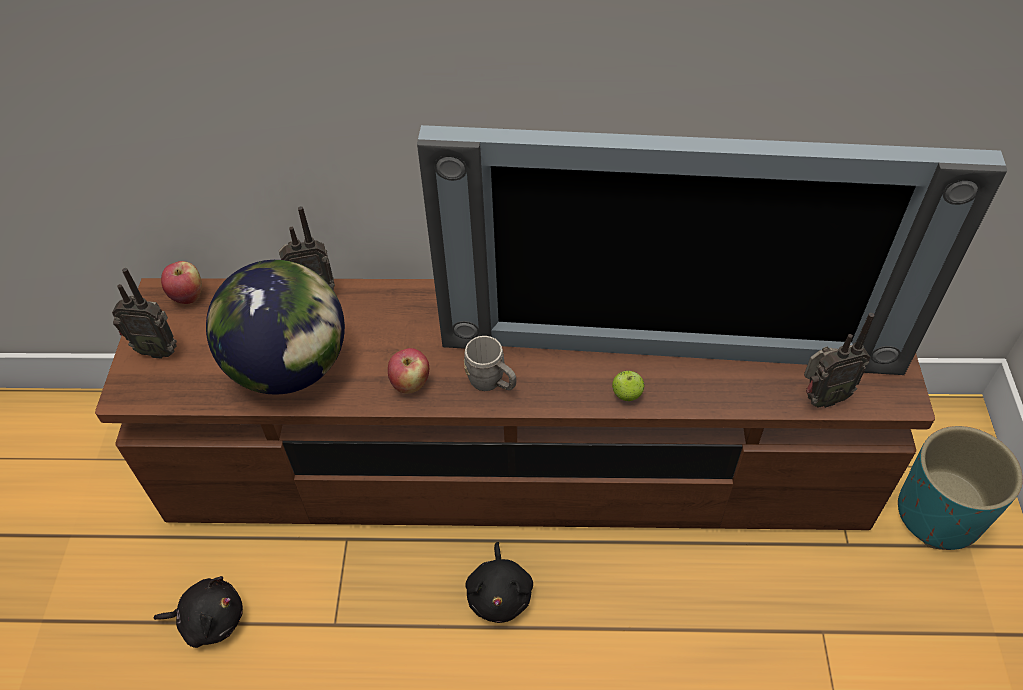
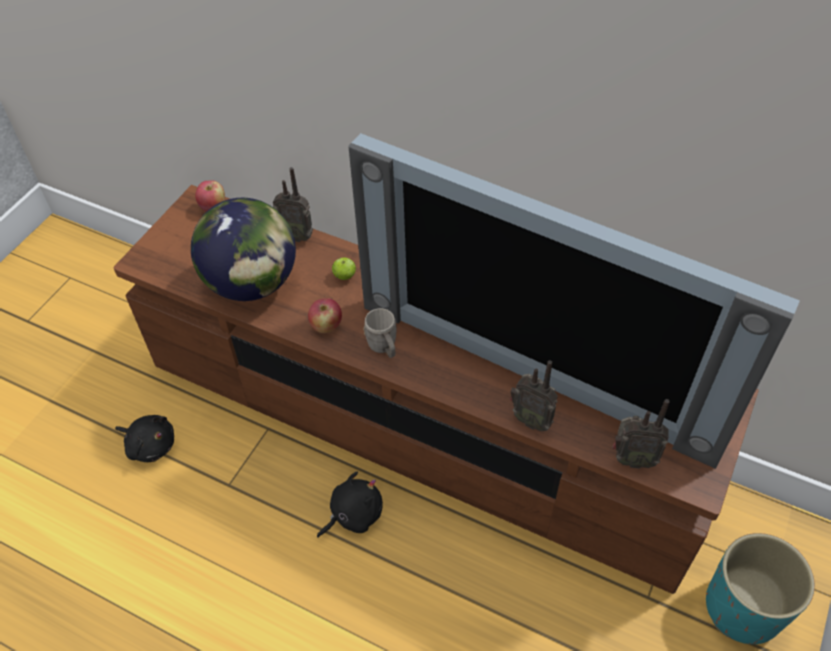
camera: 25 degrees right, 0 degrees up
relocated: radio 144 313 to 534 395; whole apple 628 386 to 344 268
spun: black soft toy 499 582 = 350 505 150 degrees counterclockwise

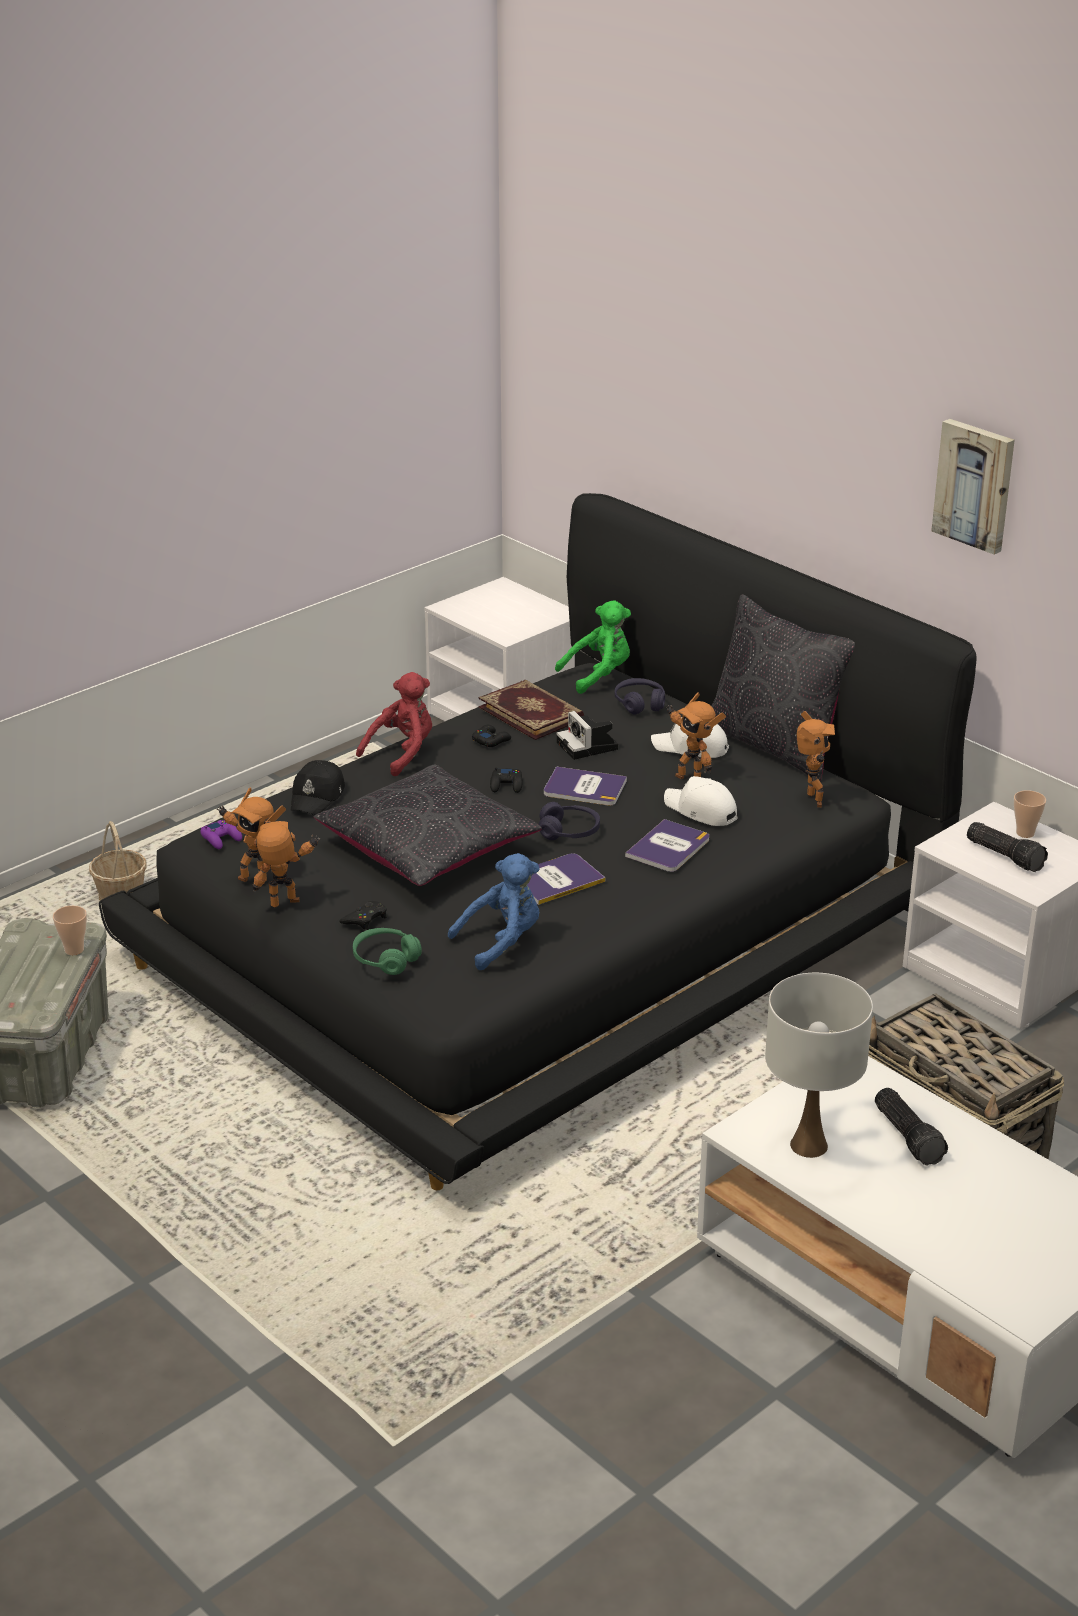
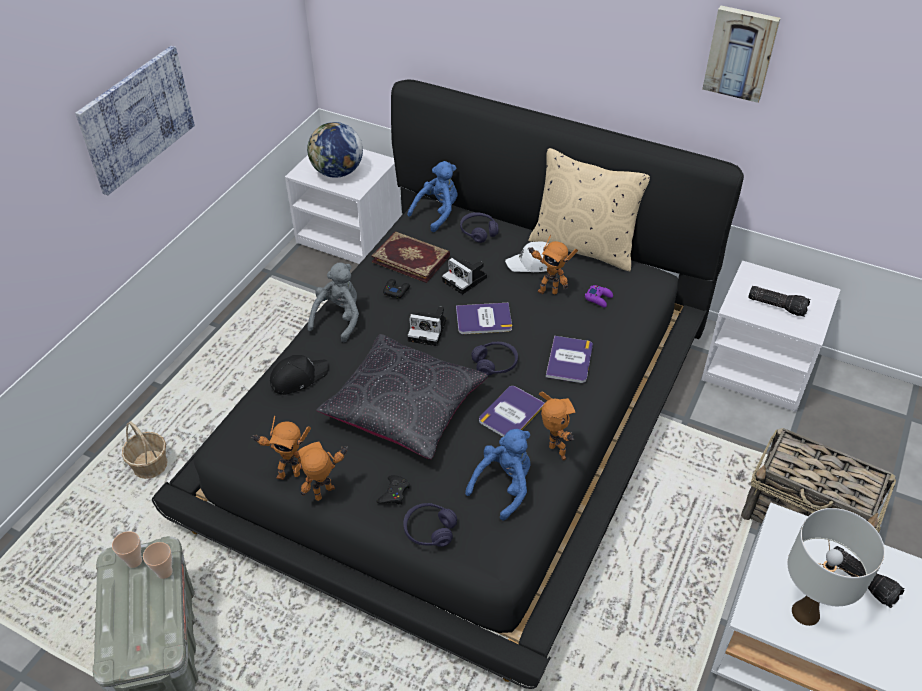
camera: 20 degrees left, 15 degrees up
missing: white cap 701 801
appeared: wall art 135 120; globe 335 150
relocated: purplish gamepad 221 834 to 599 296; toy robot 816 759 to 557 425; drinking cup 1030 814 to 127 549
exchanged: black gamepad 506 780 to photo camera 426 326
colour: green headset 387 951 to purplish headset 430 525; reddish soft toy 394 724 to gray soft toy 333 302; green soft toy 593 647 to blue-coloured soft toy 432 196; black pillow 783 687 to sand-coloured pillow 589 209
spun: black cap 318 787 = 299 375 120 degrees counterclockwise

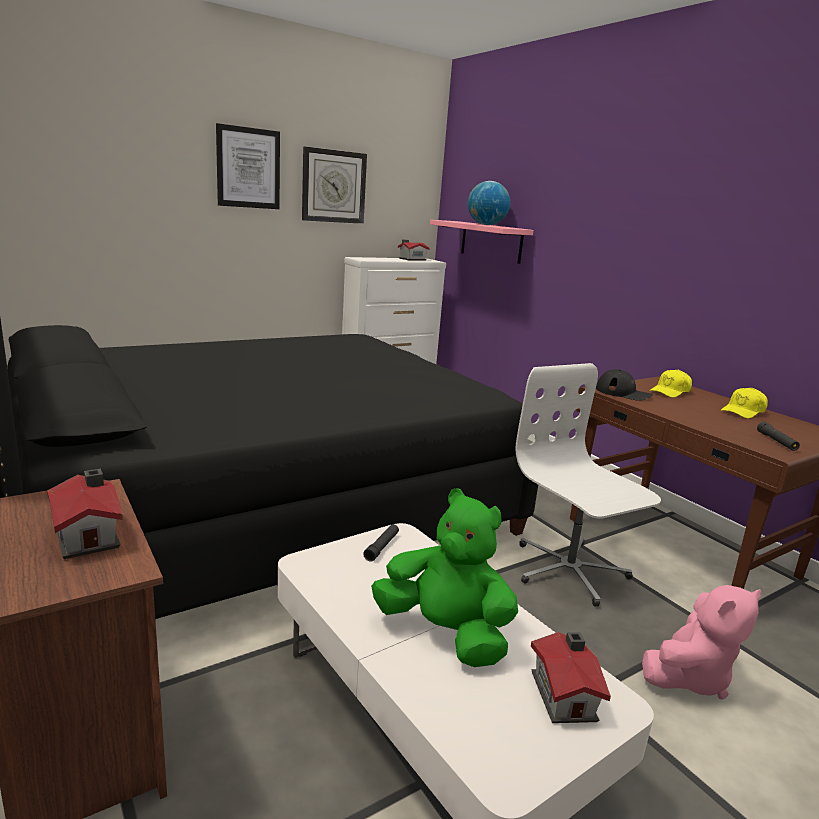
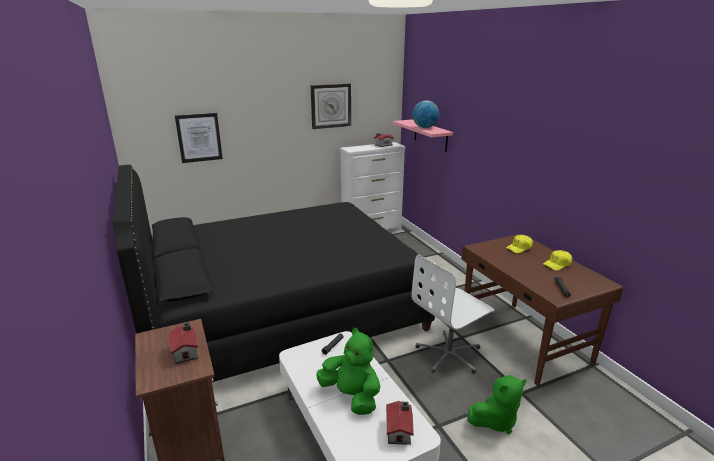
camera: 10 degrees right, 5 degrees up
missing: black cap 624 385
relocated: wall art 248 166 to 199 138
colour: pink soft toy 702 642 to green soft toy 496 404
spun: white desk chair 588 485 = 453 314 105 degrees counterclockwise

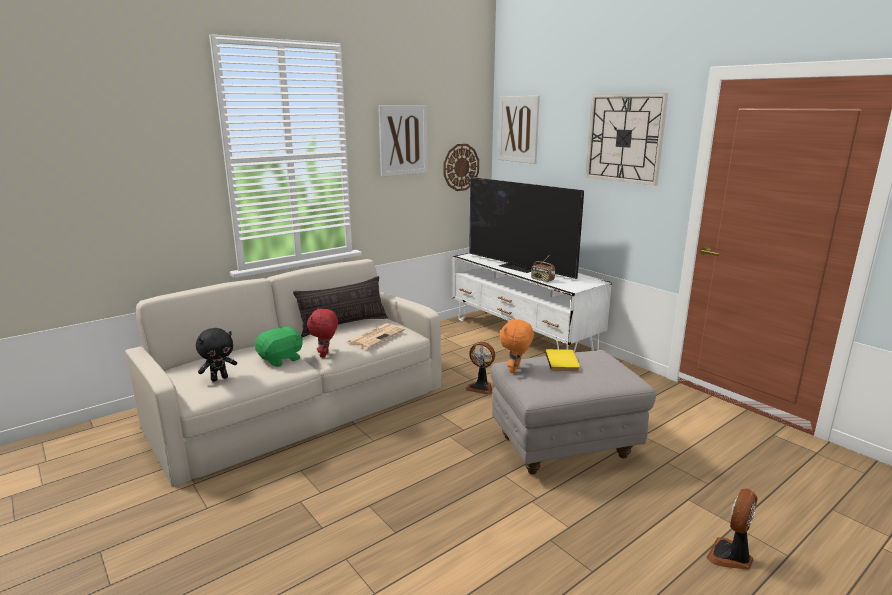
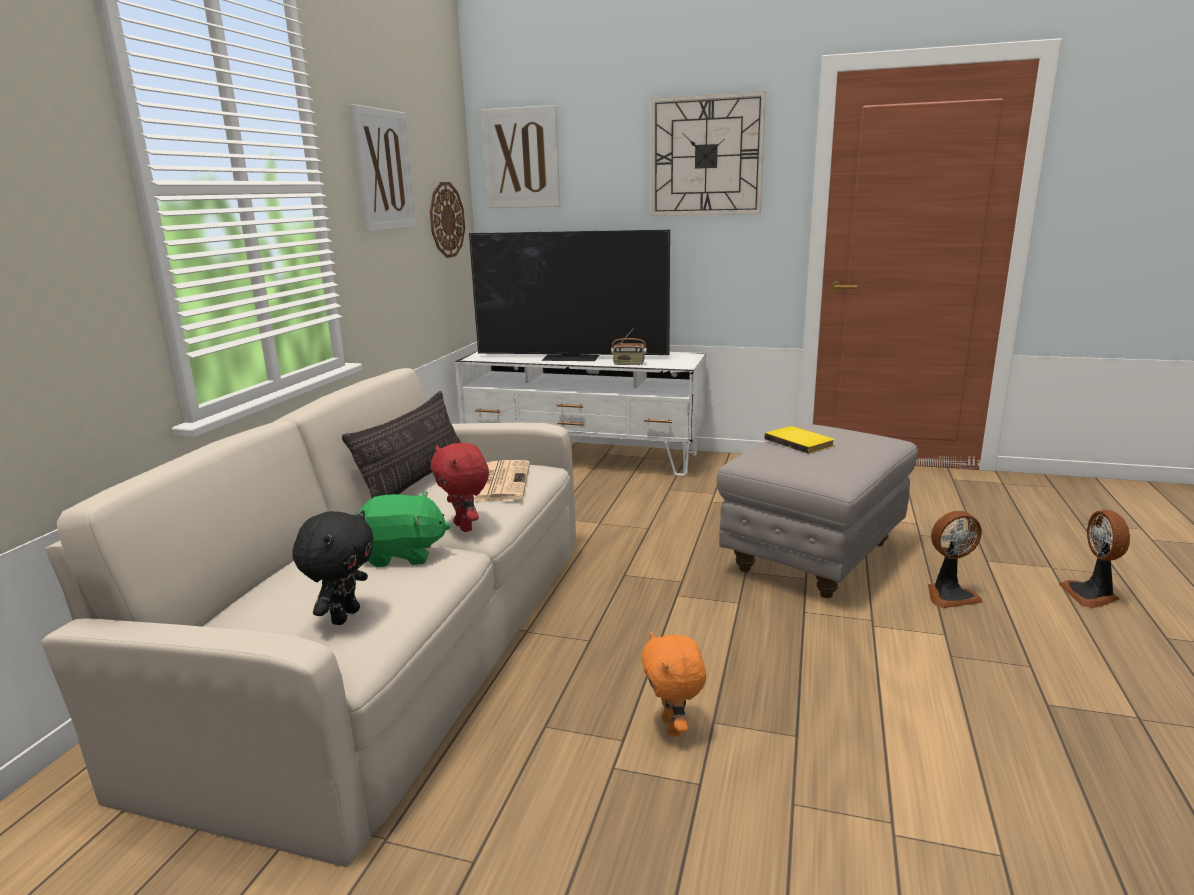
camera: 35 degrees left, 0 degrees up
relocated: cooling fan 480 368 to 955 559; orange soft toy 517 345 to 673 684
spun: green soft toy 279 346 = 404 529 75 degrees clockwise

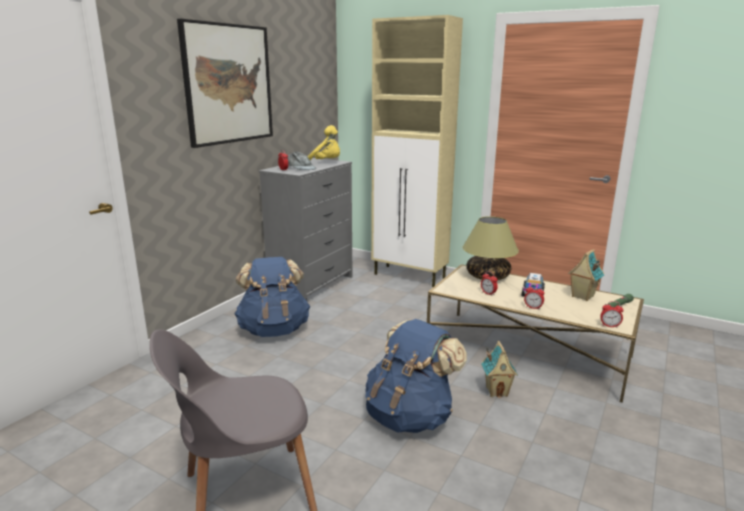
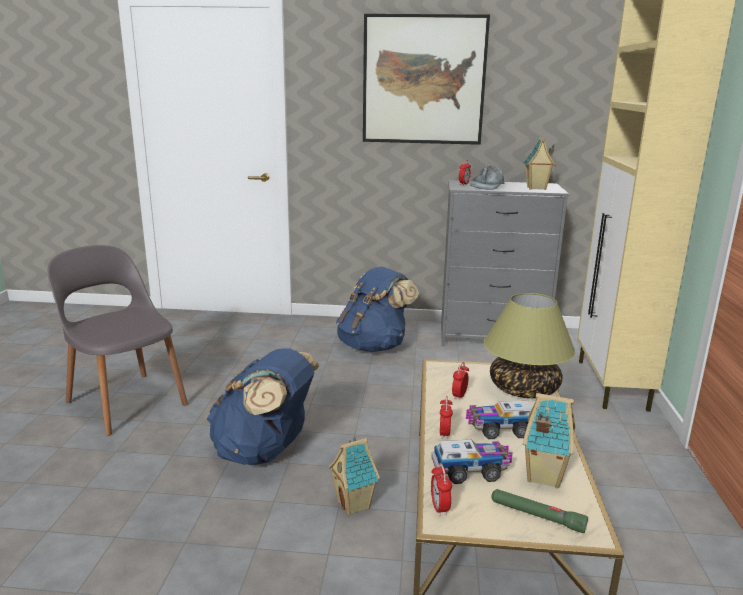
camera: 65 degrees right, 0 degrees up
appeared: toy truck 472 462
exchanged: yellow soft toy 323 142 to miniature house 539 163

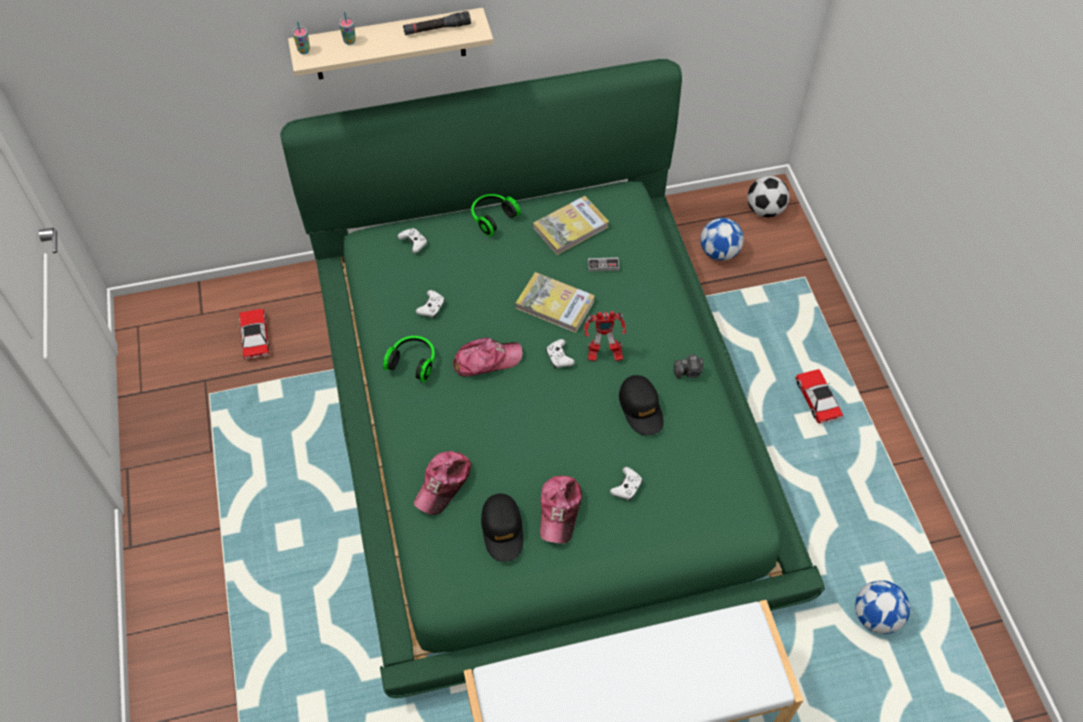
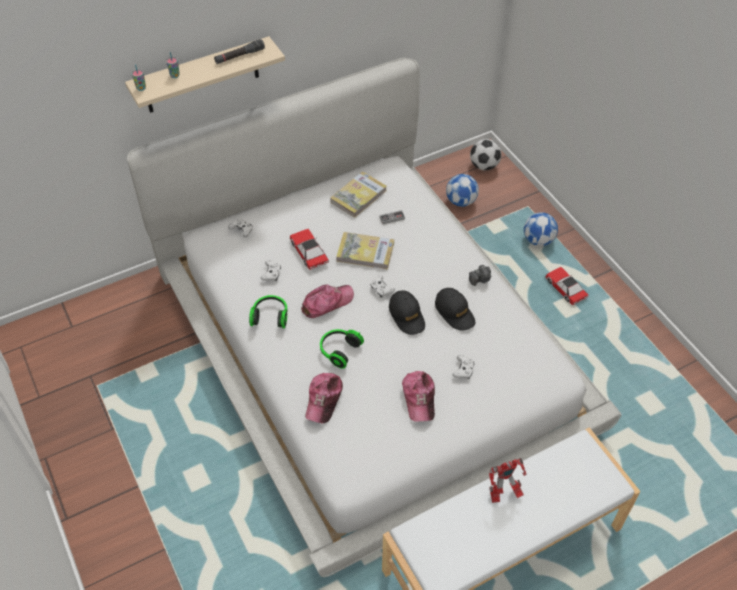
camera: 15 degrees left, 5 degrees down
relocated: miniature car 253 334 to 309 249; headset 496 215 to 342 349; black cap 502 528 to 407 313; toy robot 605 336 to 507 480; football 882 607 to 541 229
colour: green sleeping bed 552 378 to white sleeping bed 374 317

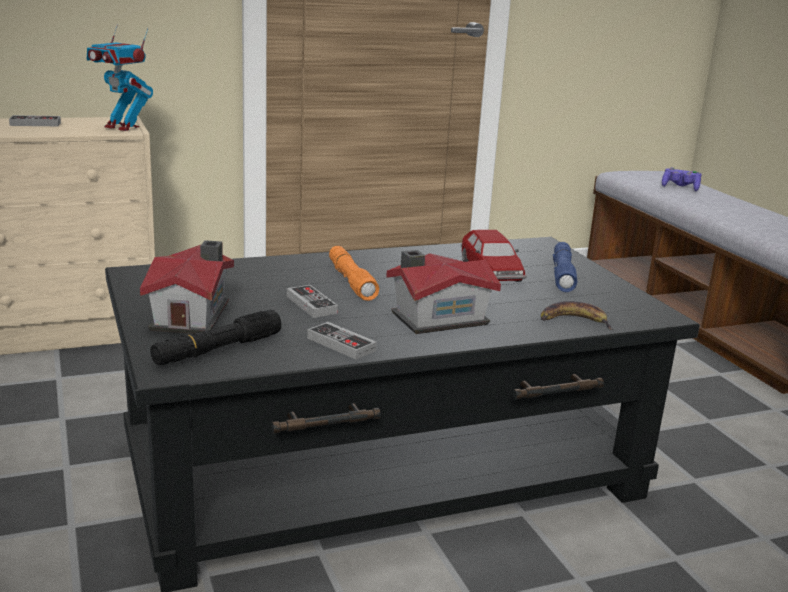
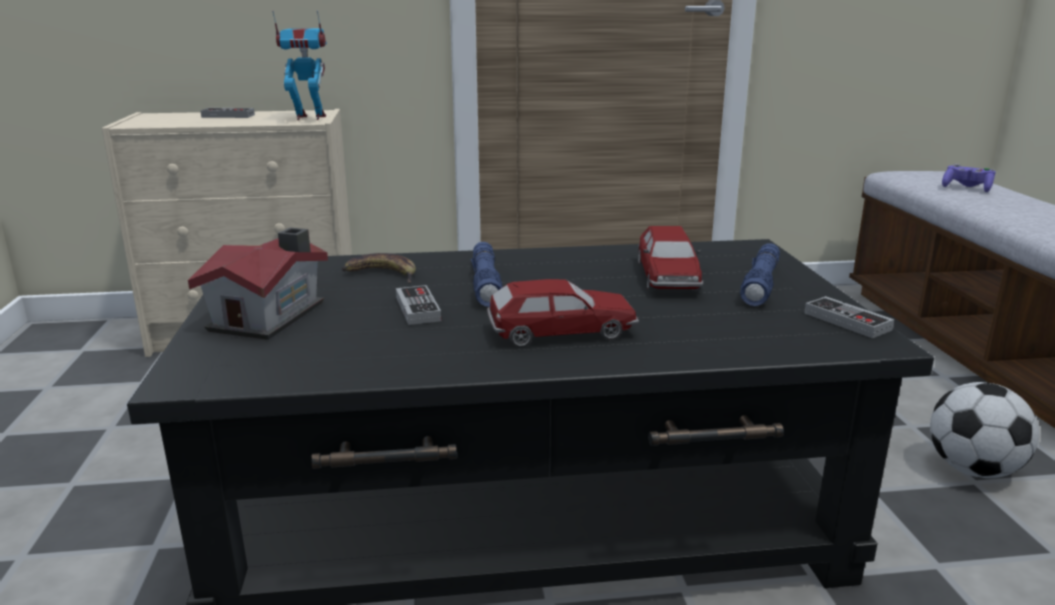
camera: 15 degrees right, 0 degrees up
missing: black hand torch 215 337
appeared: football 984 430
relocated: gamepad 342 340 to 849 317; banana fruit 577 315 to 379 268
exchanged: miniature house 443 292 to miniature car 563 313
colour: orange hand torch 354 273 to blue-coloured hand torch 487 274
spun: toy robot 120 77 = 299 65 135 degrees clockwise

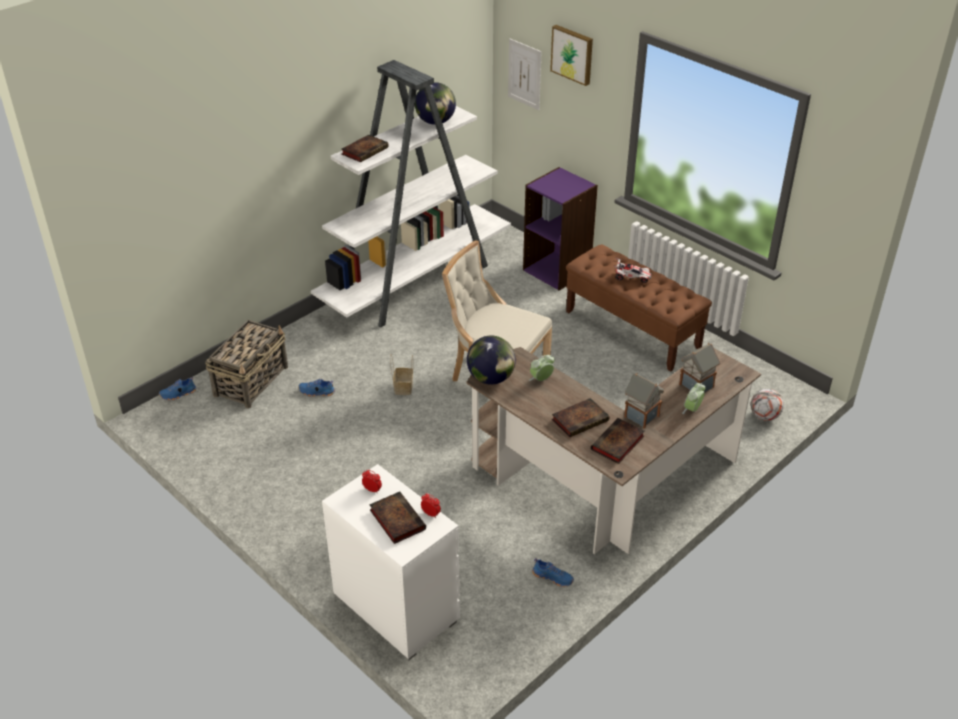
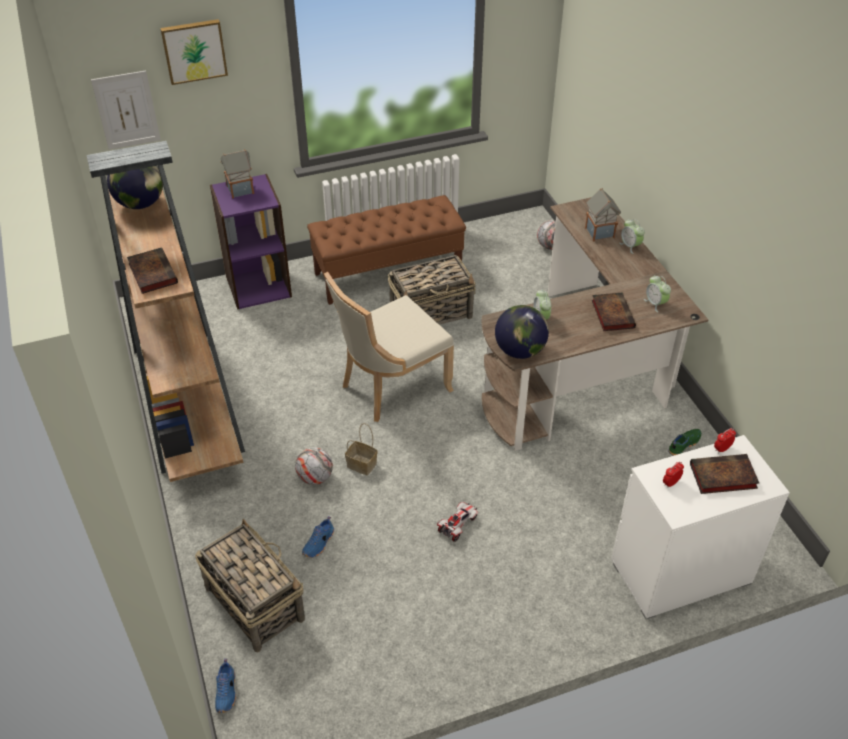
camera: 65 degrees left, 5 degrees up
appeared: football 314 466; household basket 432 290
relocated: miniature car 633 270 to 457 522; miniature house 644 401 to 237 174
exchanged: bound book 618 441 to table clock 657 293
colour: white shelving unit 411 194 to brown-coloured shelving unit 166 311; blue-coloured item of footwear 553 572 to green item of footwear 684 442

